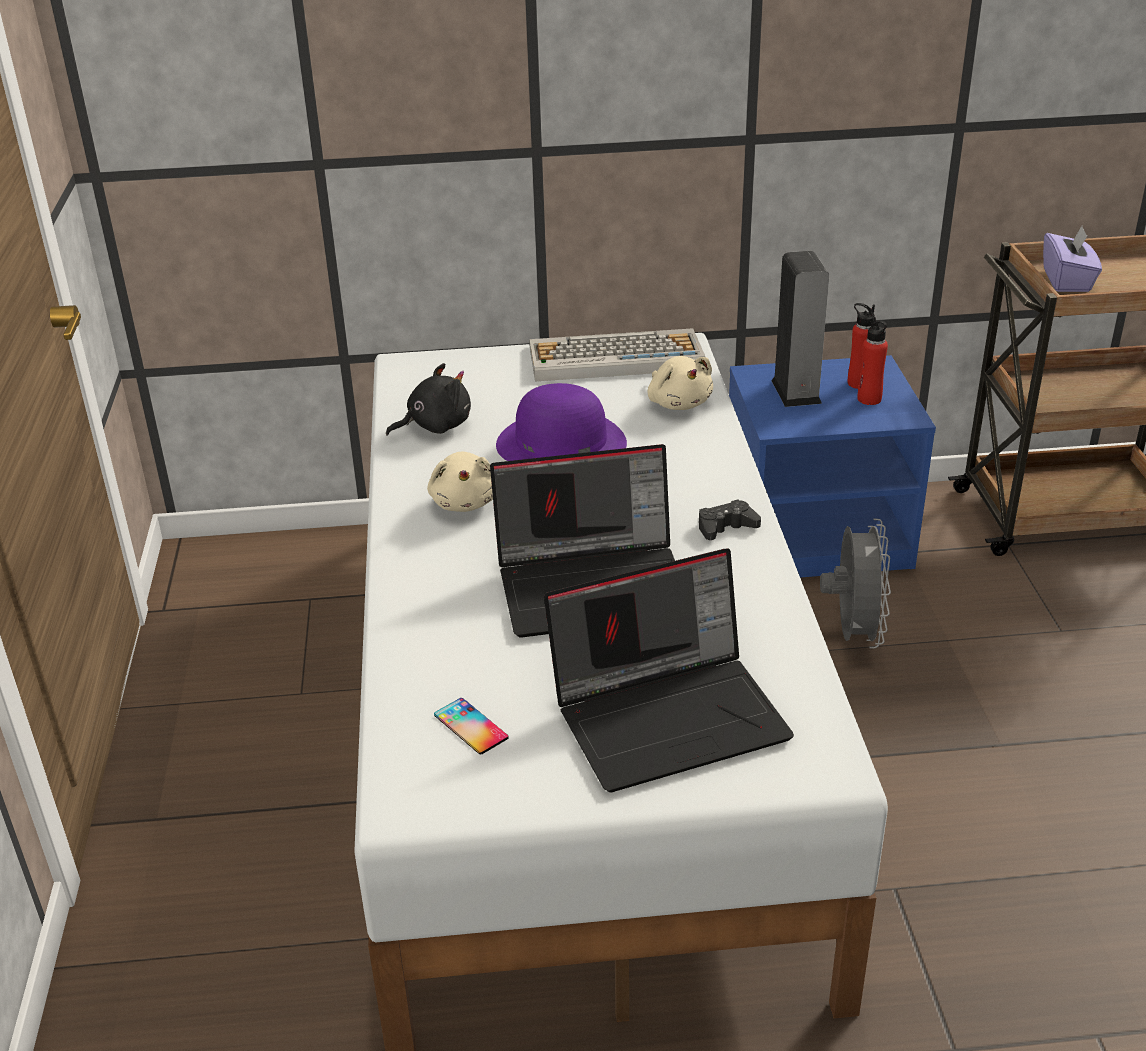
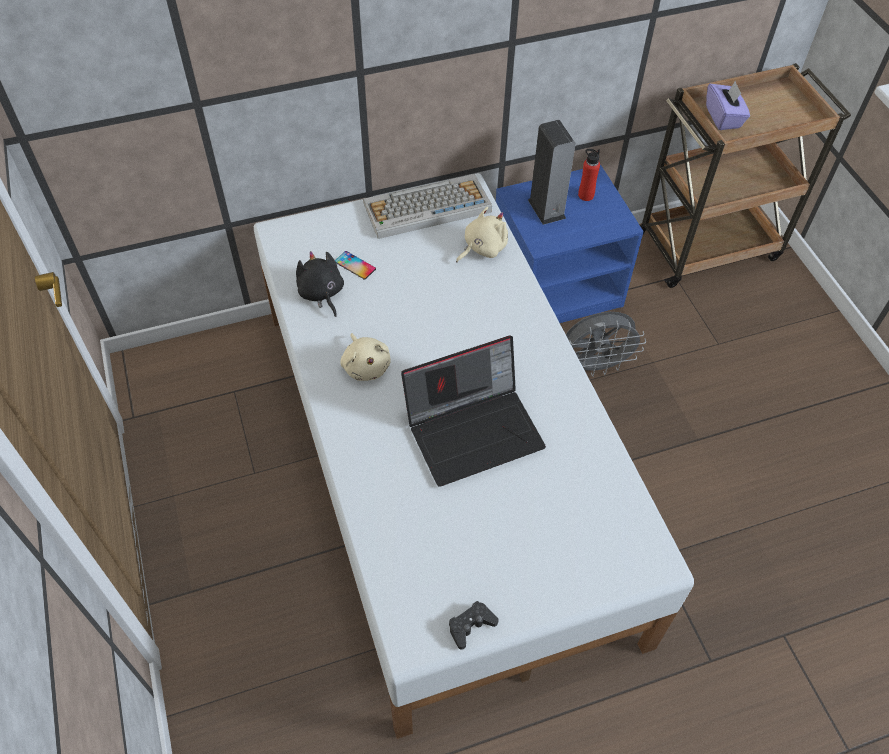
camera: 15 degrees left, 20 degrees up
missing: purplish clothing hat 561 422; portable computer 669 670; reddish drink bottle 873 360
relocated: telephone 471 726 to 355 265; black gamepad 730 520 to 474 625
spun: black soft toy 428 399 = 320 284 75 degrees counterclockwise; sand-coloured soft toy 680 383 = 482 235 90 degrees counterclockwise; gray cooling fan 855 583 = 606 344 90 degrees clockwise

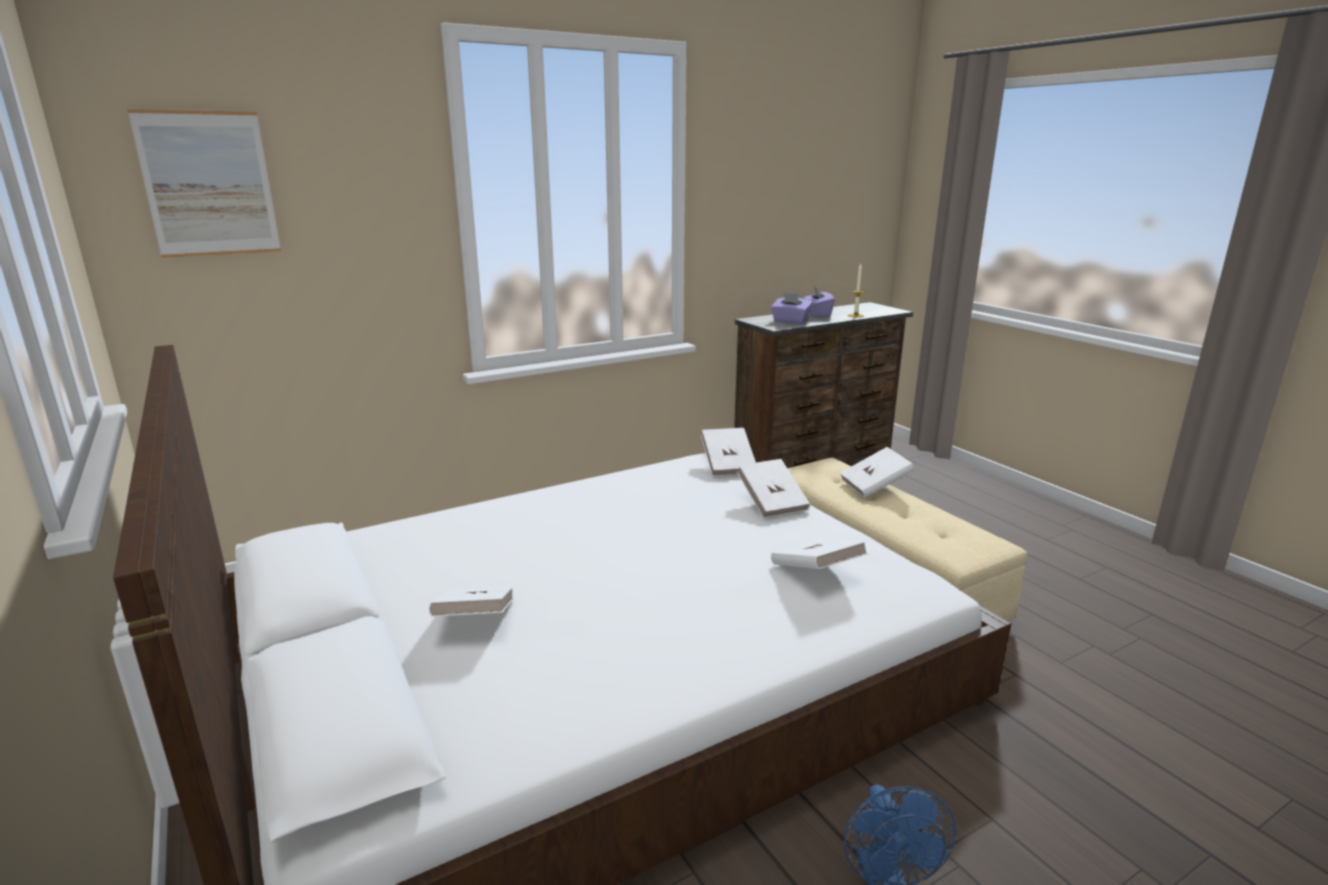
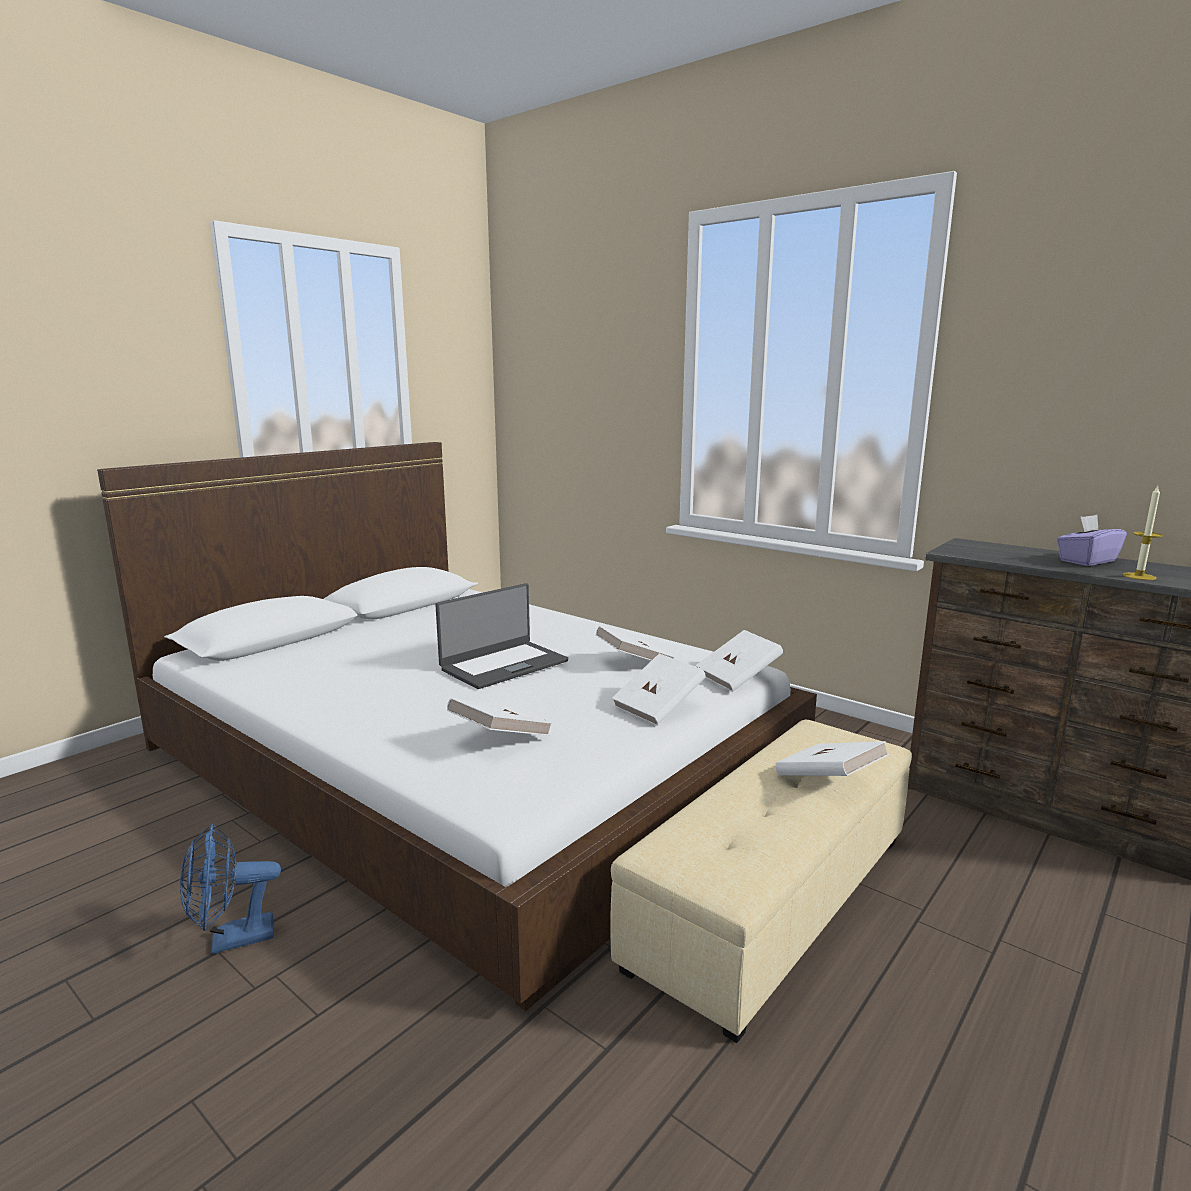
camera: 70 degrees right, 5 degrees down
missing: wall art 204 183; purplish tissue holder 792 308
appeared: portable computer 501 636
relocated: white bound book 471 601 to 635 643

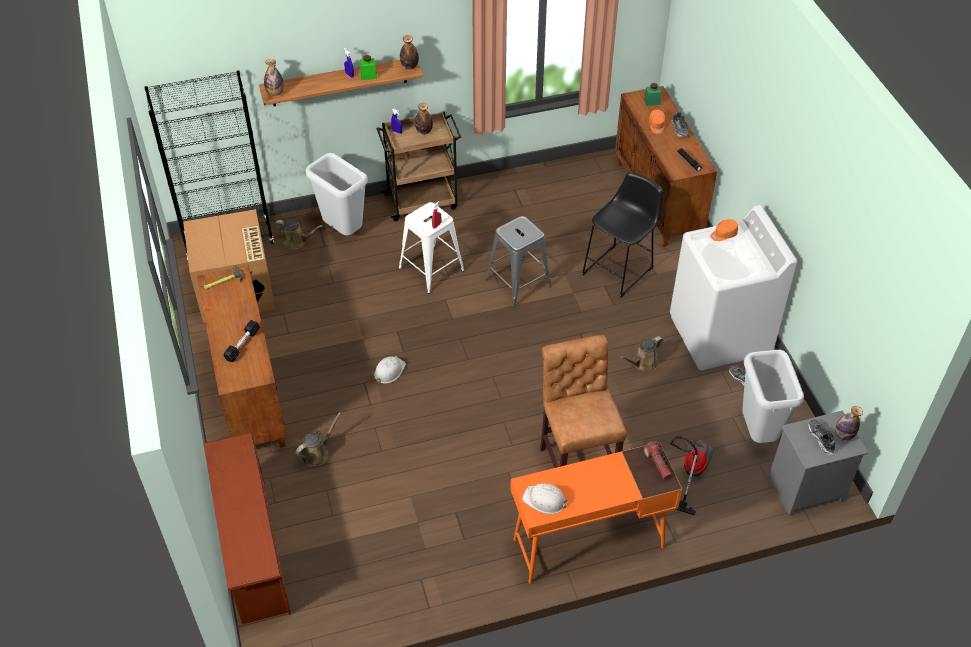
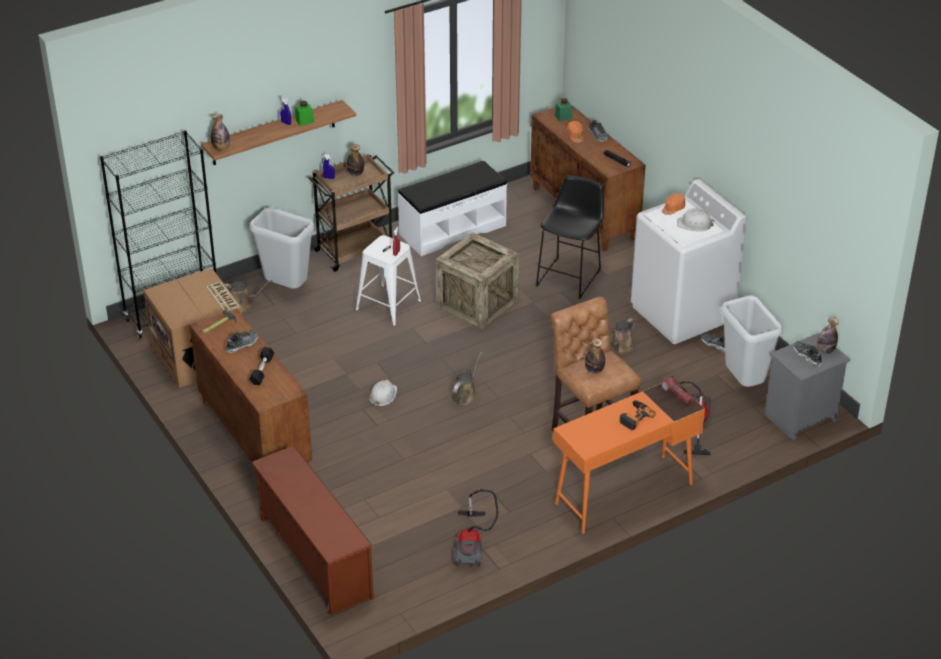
camera: 15 degrees left, 10 degrees down
appeared: item of footwear 242 341; white bench 452 208; vacuum 476 528; electric drill 637 415
relocated: brown-coloured watering pot 318 439 to 467 379; drink bottle 409 52 to 595 356; white hard hat 545 498 to 696 220
exchanged: gray stool 518 261 to crate 477 280

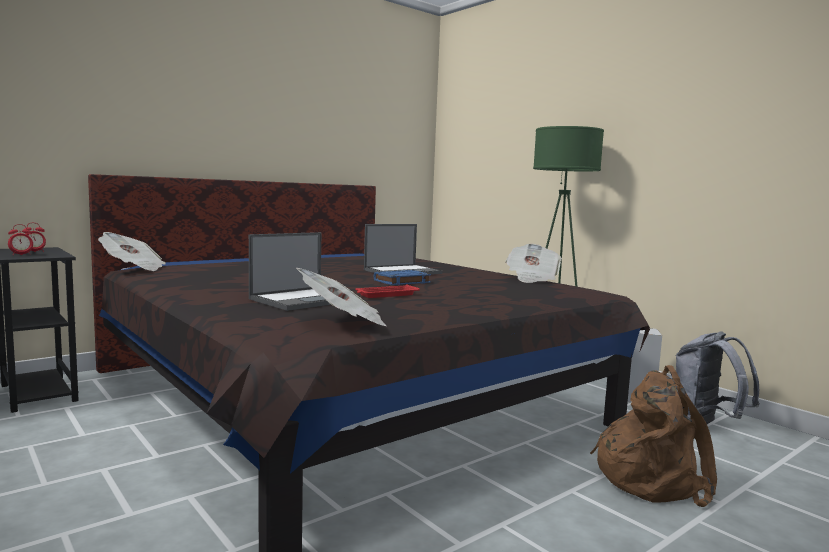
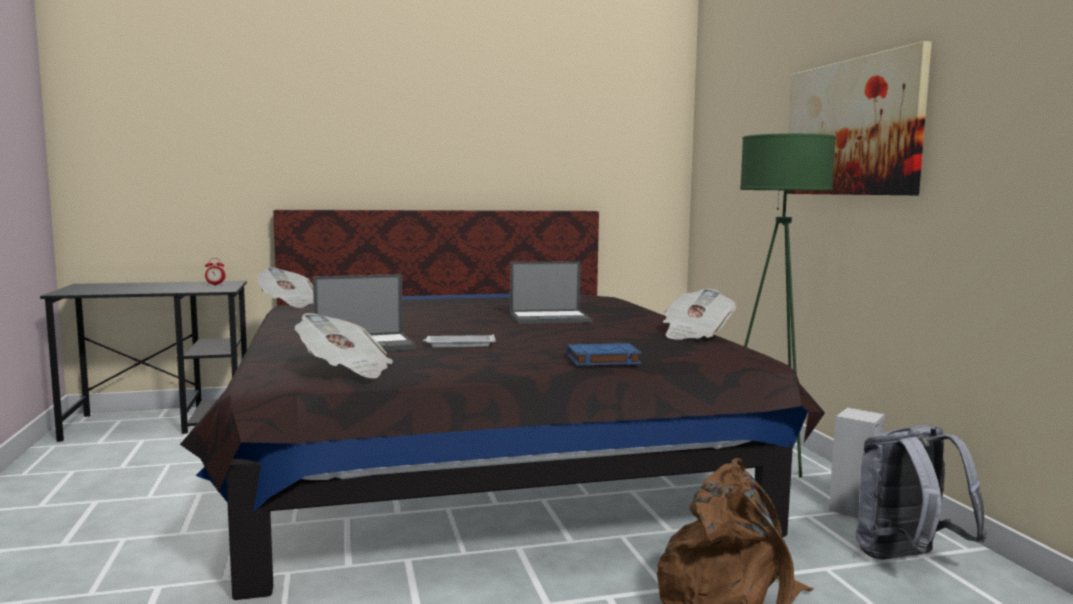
camera: 25 degrees right, 0 degrees up
missing: table clock 20 239
appeared: wall art 859 118
relocated: blue-coloured bound book 402 277 to 604 354
colour: reddish serving tray 387 291 to white serving tray 459 340

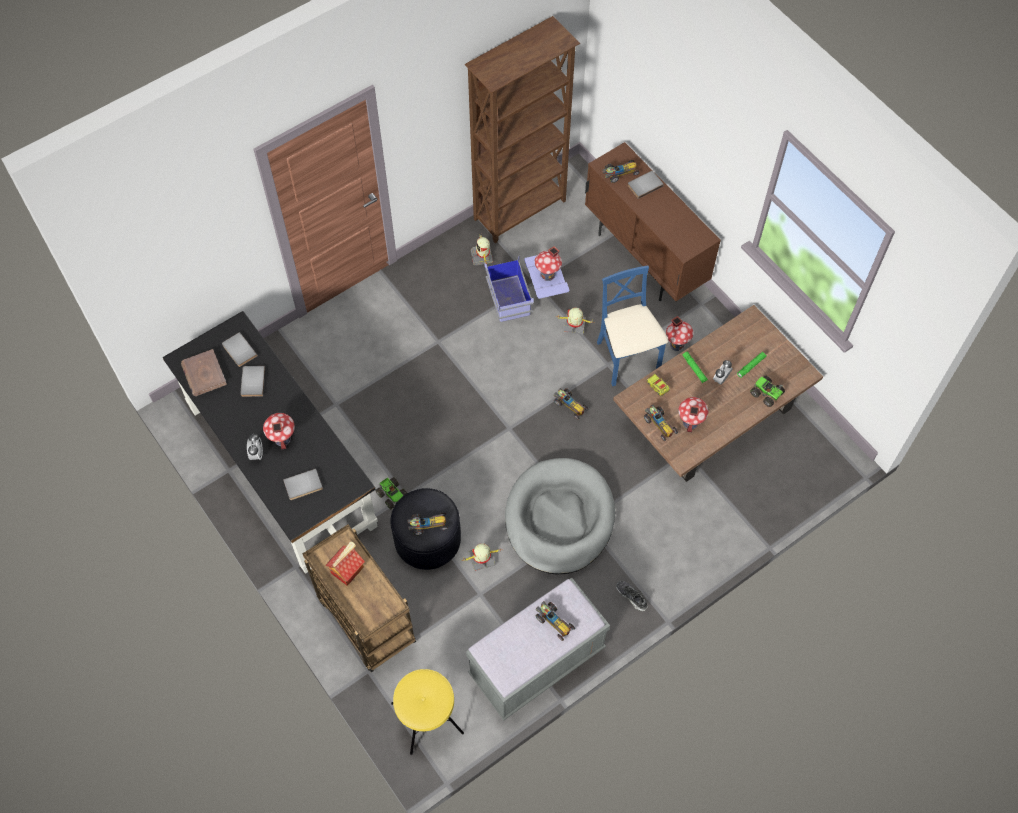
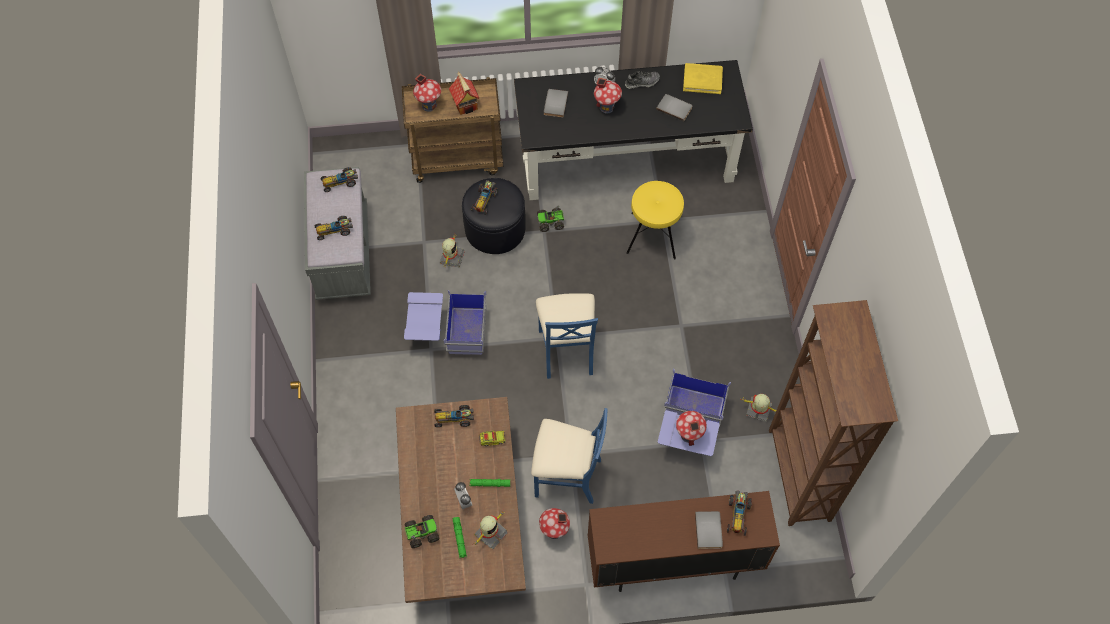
camera: 120 degrees right, 0 degrees up
missing: gray bound book 239 349
appeared: blue-coloured plain chair 567 336
relocated: yellow stool 427 712 to 655 220; miniature car 571 404 to 339 179; toy robot 574 321 to 491 530; item of footwear 632 596 to 642 80; miniature house 693 414 to 427 93
exchanged: gray dog cushion 560 516 to blue-coloured storage box 445 322
colour: brown-coloured bound book 204 372 to yellow bound book 703 78

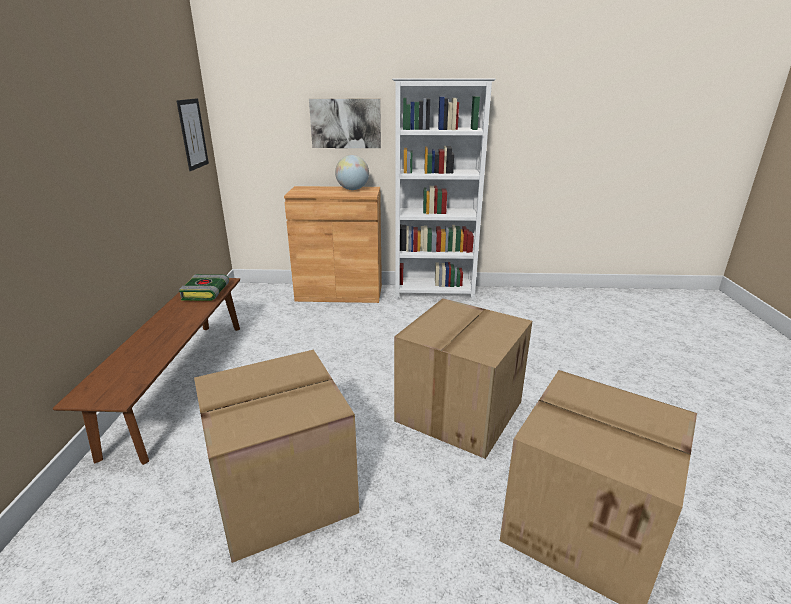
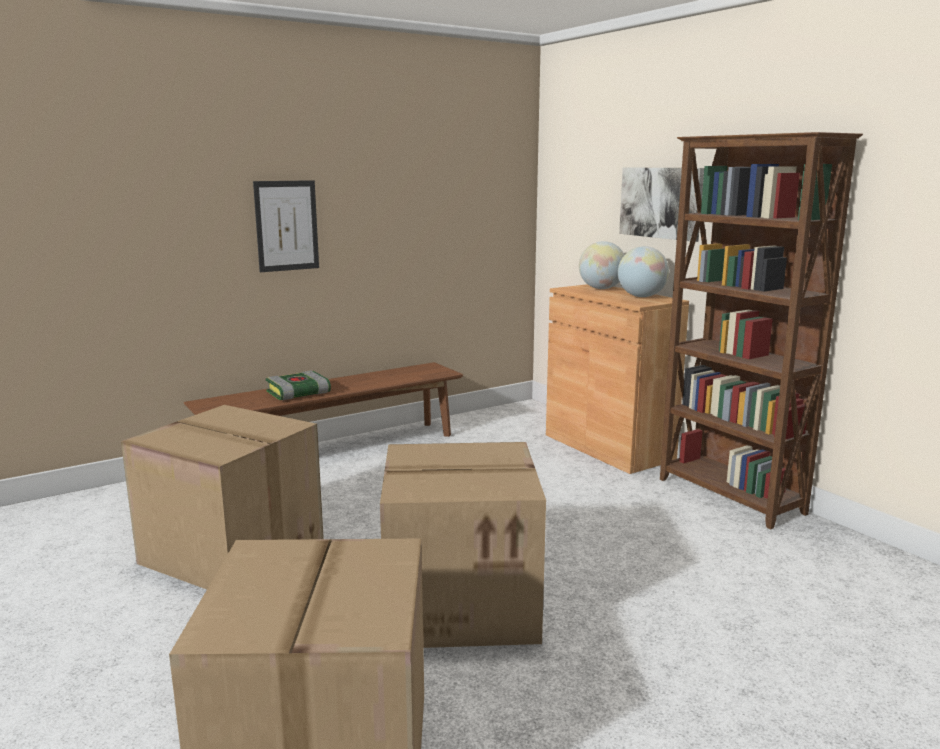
camera: 55 degrees right, 10 degrees down
appeared: globe 602 265
relocated: wall art 192 134 to 286 226; bound book 204 287 to 298 385
colour: white shelving unit 444 189 to brown-coloured shelving unit 761 330

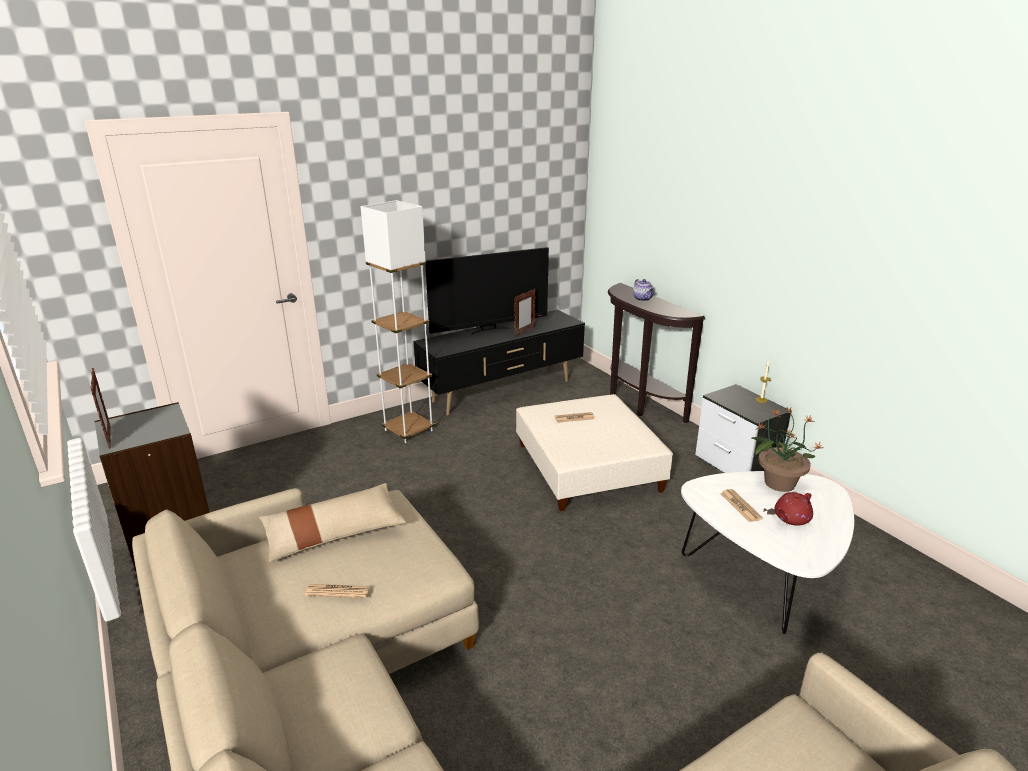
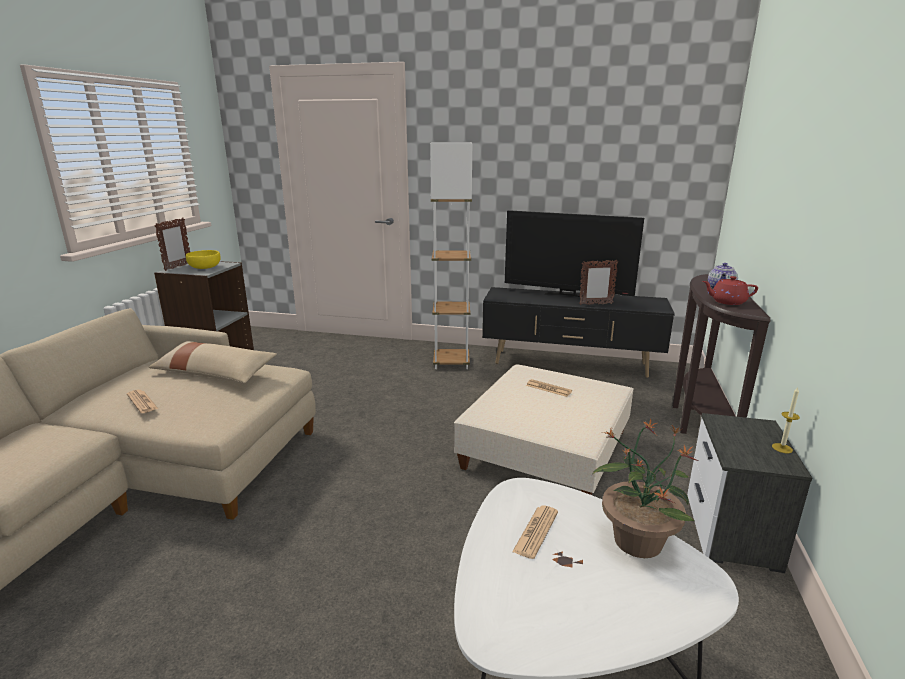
camera: 45 degrees right, 5 degrees down
appeared: yellow serving bowl 203 259
relocated: reddish pot for tea 794 509 to 730 290

